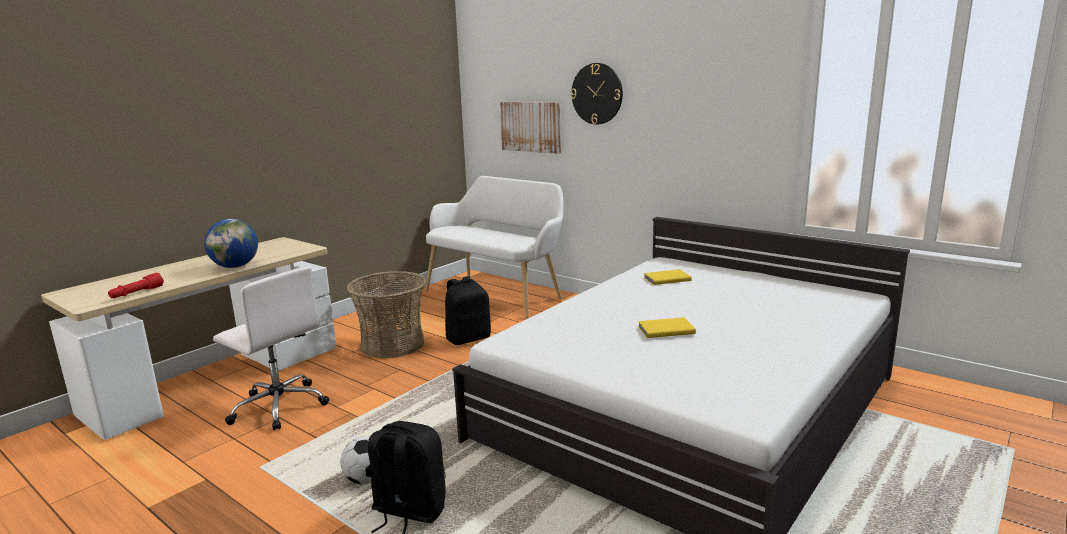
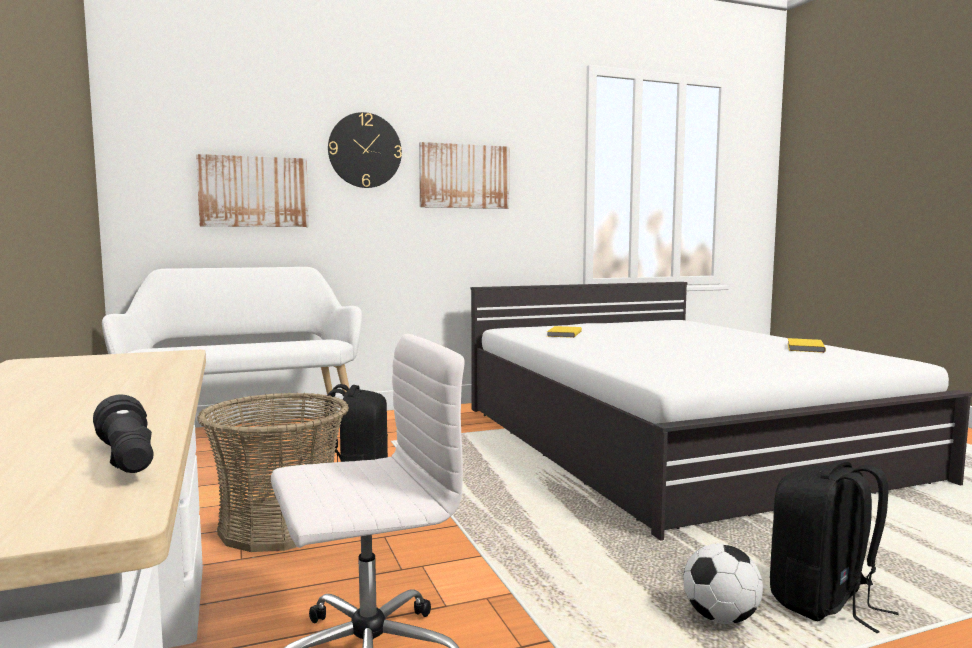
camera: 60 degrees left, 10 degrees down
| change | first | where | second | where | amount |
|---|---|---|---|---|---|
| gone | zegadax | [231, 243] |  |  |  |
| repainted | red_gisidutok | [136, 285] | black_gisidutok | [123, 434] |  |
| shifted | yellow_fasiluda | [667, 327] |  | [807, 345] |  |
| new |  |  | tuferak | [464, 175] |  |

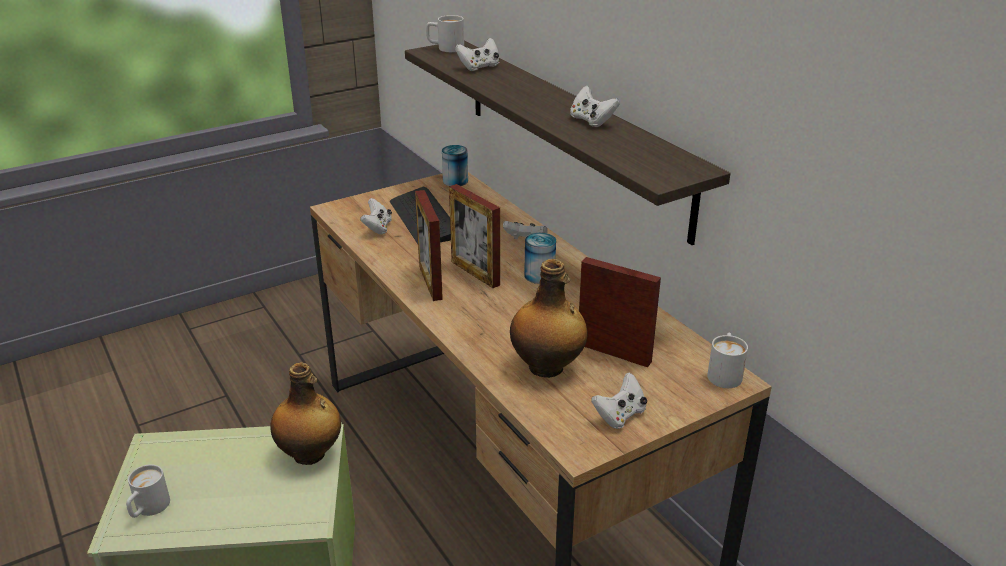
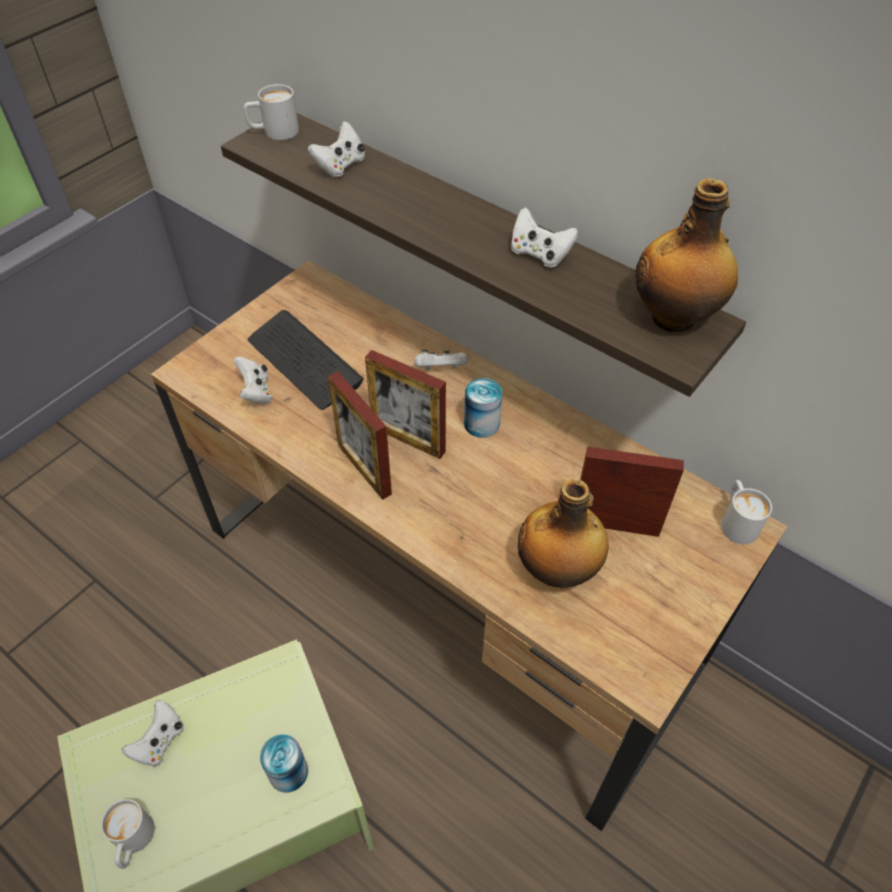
camera: 20 degrees left, 20 degrees up
| change | first | where | second | where | amount |
|---|---|---|---|---|---|
| shifted | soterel | [455, 165] |  | [284, 763] |  |
| shifted | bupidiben | [305, 413] |  | [687, 255] |  |
| shifted | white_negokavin | [619, 401] |  | [153, 733] |  |

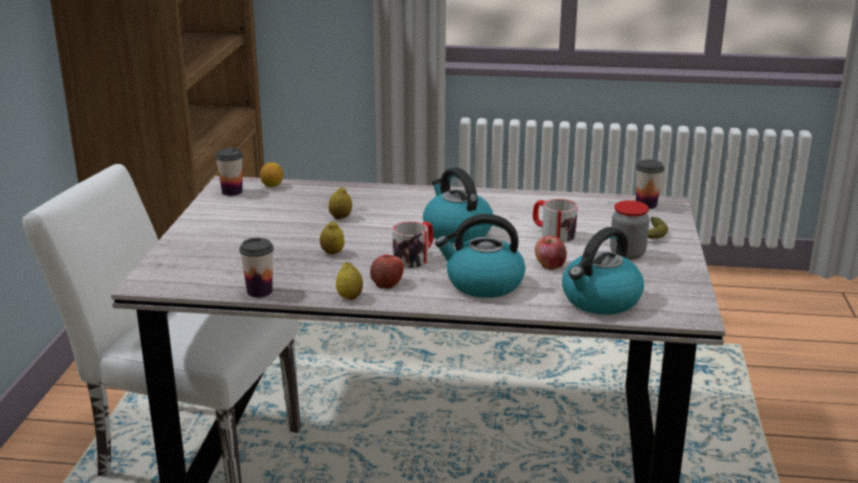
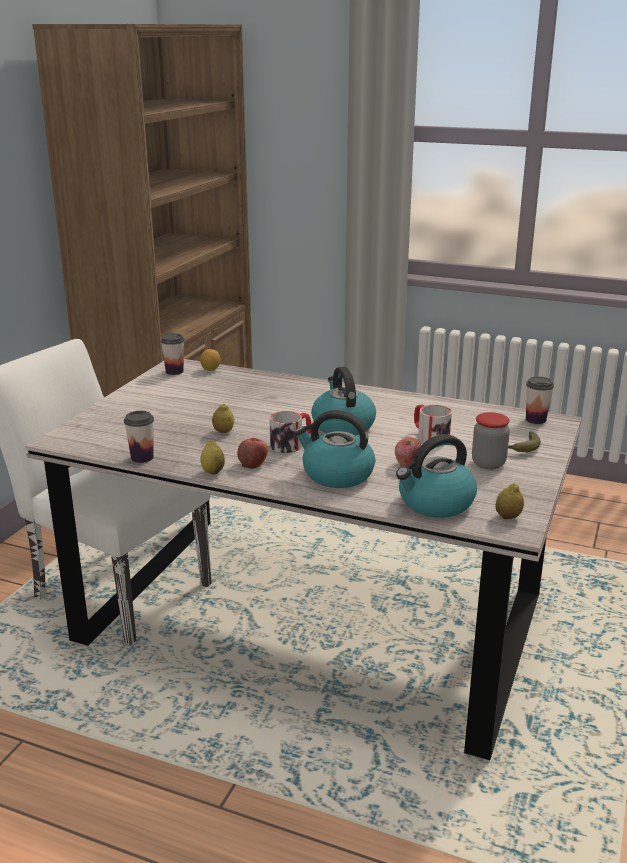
camera: 15 degrees right, 0 degrees up
| change | first | where | second | where | amount |
|---|---|---|---|---|---|
| shifted | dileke | [340, 203] |  | [509, 501] |  |

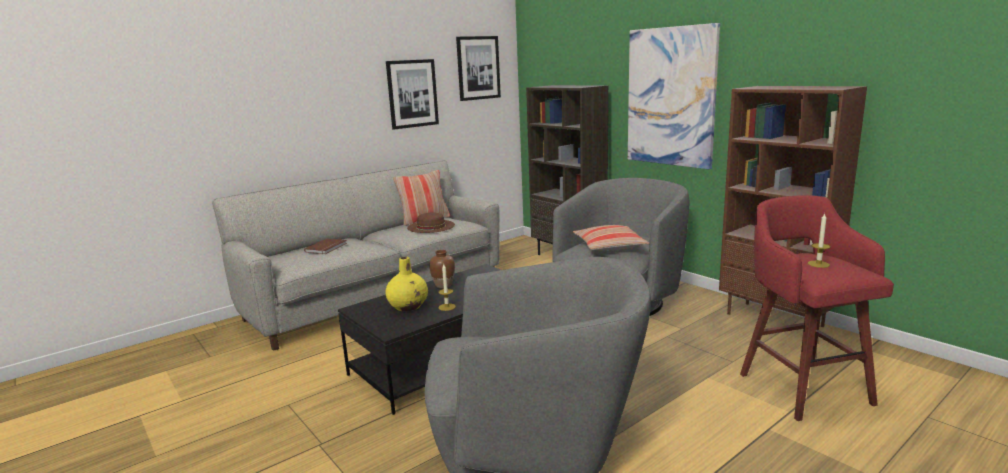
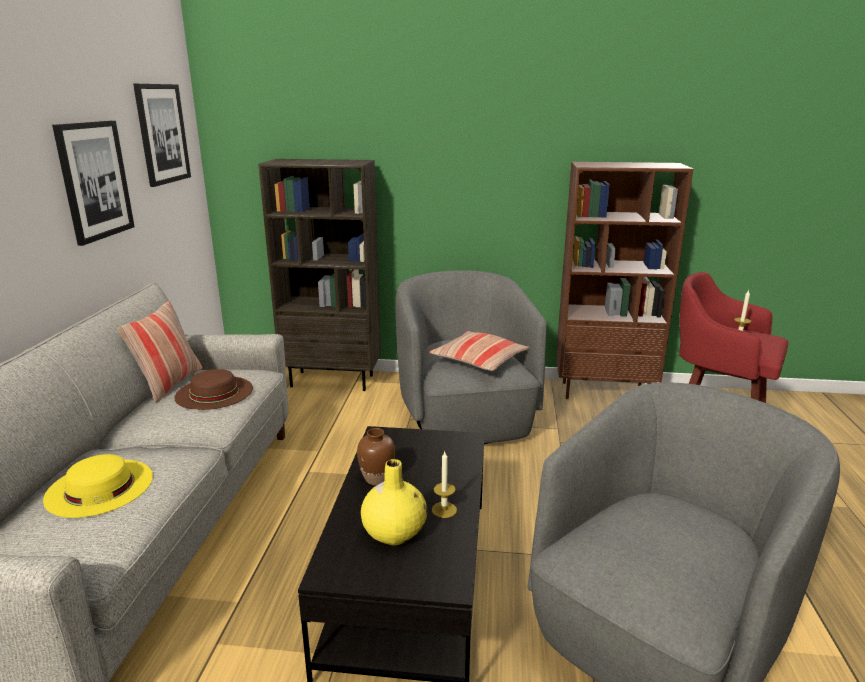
camera: 45 degrees left, 5 degrees up
| change | first | where | second | where | amount |
|---|---|---|---|---|---|
| gone | tuferak | [674, 96] |  |  |  |
| swapped | brown_fasiluda | [325, 246] | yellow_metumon | [98, 486] |  |

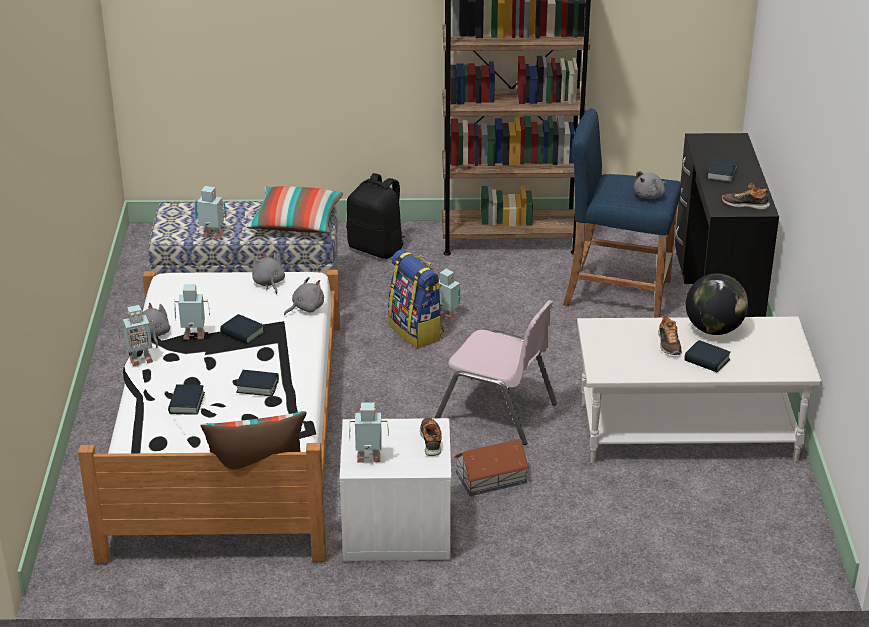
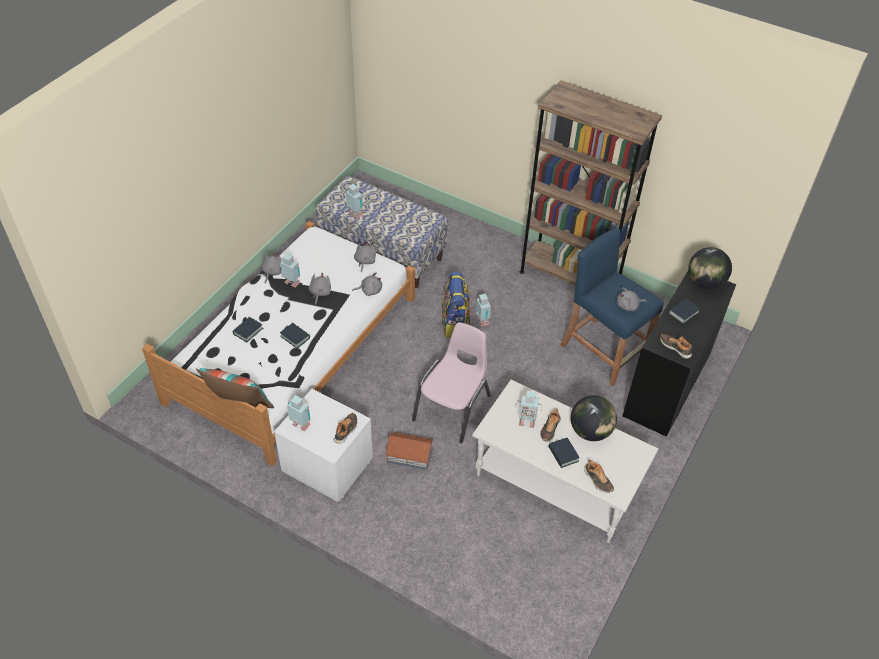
camera: 30 degrees right, 15 degrees up
| change | first | where | second | where | amount |
|---|---|---|---|---|---|
| gone | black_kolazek | [375, 216] |  |  |  |
| gone | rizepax | [295, 209] |  |  |  |
| rotated | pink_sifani | [496, 372] |  | [451, 382] | 120 degrees counterclockwise |
| shifted | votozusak | [136, 335] |  | [528, 409] |  |
| swapped | fasiluda | [242, 329] | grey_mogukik | [320, 289] |  |
| new |  |  | zegadax | [710, 268] |  |
| new |  |  | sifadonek | [599, 476] |  |

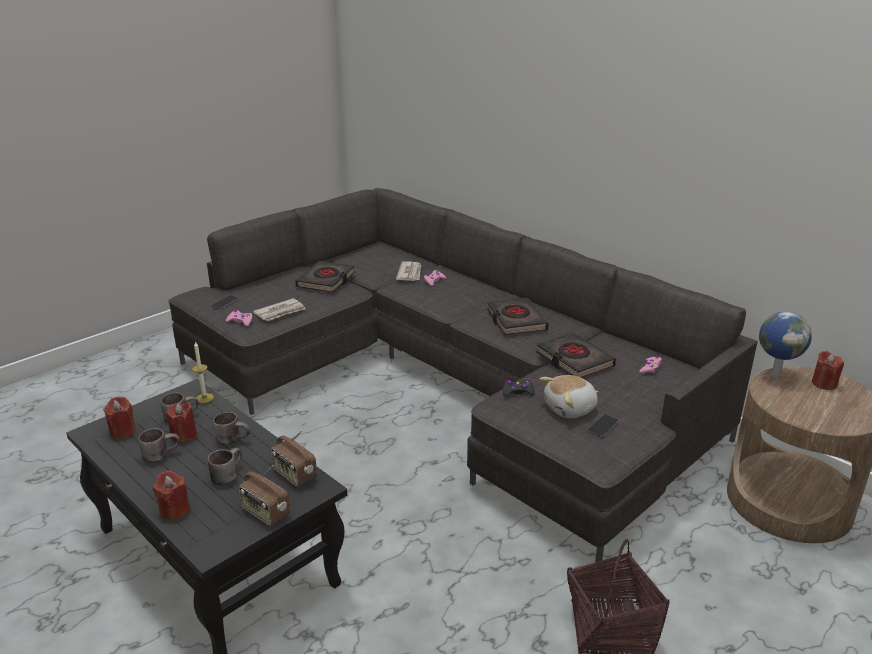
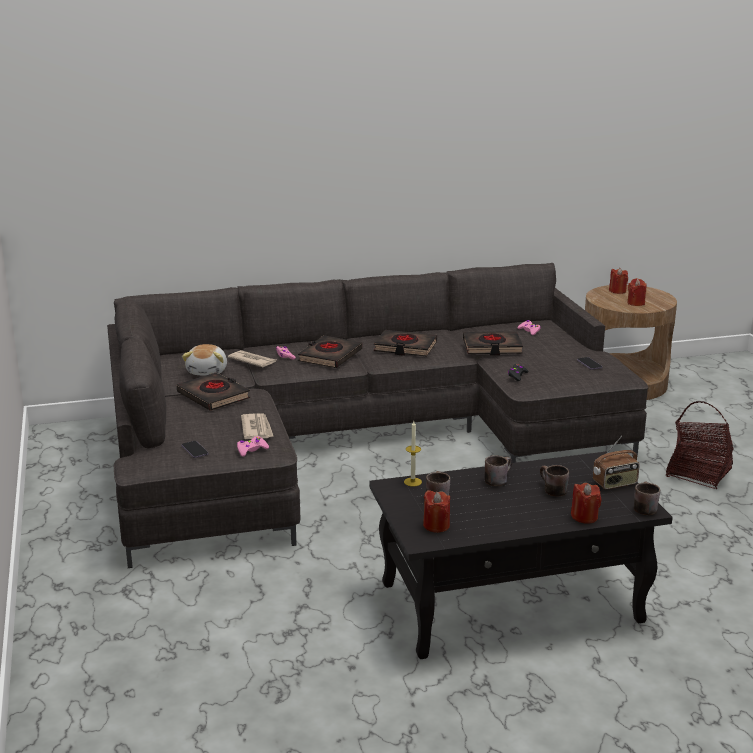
camera: 60 degrees left, 5 degrees down
| change | first | where | second | where | amount |
|---|---|---|---|---|---|
| gone | zegadax | [785, 345] |  |  |  |
| shifted | mogukik | [568, 396] |  | [204, 360] |  |
| shifted | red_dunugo | [181, 422] |  | [637, 292] |  |
| shifted | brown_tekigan | [159, 445] |  | [647, 498] |  |
| gone | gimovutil | [294, 458] |  |  |  |
| new |  |  | black_fasiluda | [330, 351] |  |

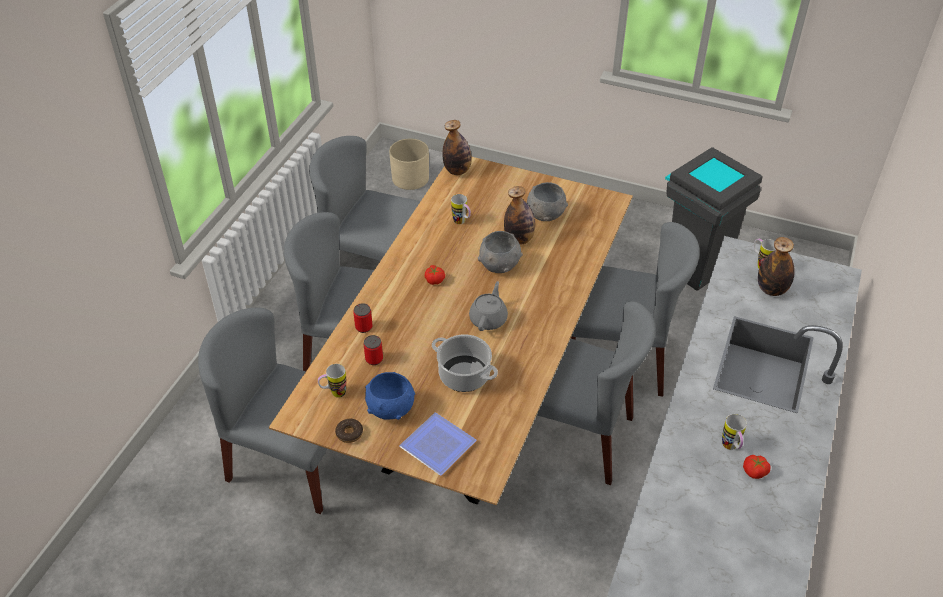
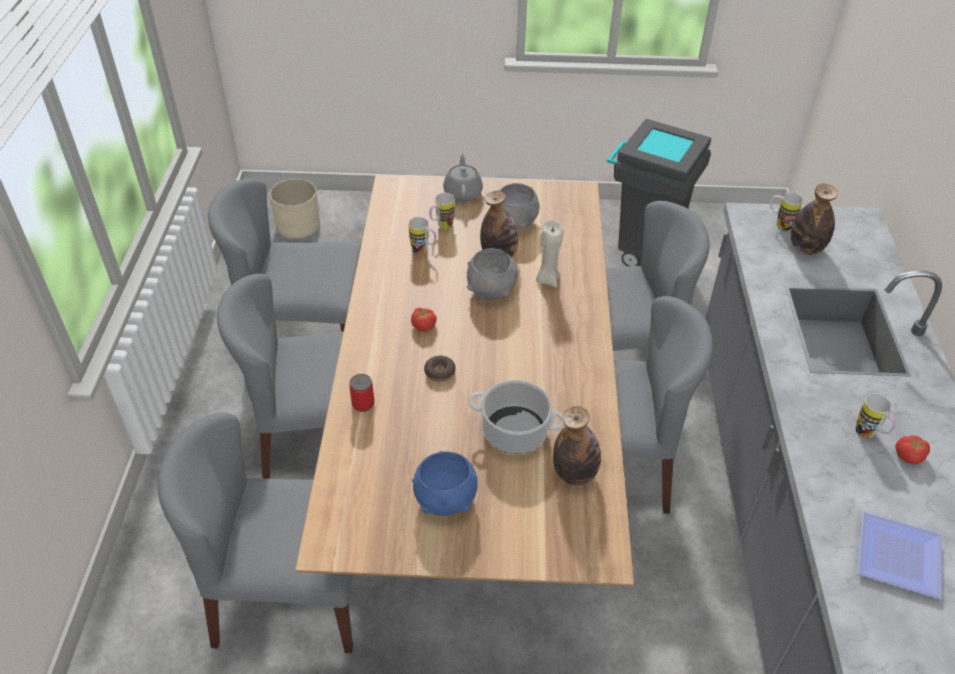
camera: 20 degrees left, 0 degrees up
| change | first | where | second | where | amount |
|---|---|---|---|---|---|
| shifted | bupidiben | [457, 147] |  | [577, 445] |  |
| shifted | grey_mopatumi | [488, 306] |  | [463, 177] |  |
| gone | soterel | [373, 350] |  |  |  |
| shifted | tekigan | [332, 381] |  | [442, 211] |  |
| shifted | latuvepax | [438, 444] |  | [900, 555] |  |
| shifted | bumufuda | [349, 431] |  | [440, 369] |  |
| new |  |  | beige_dunugo | [550, 254] |  |

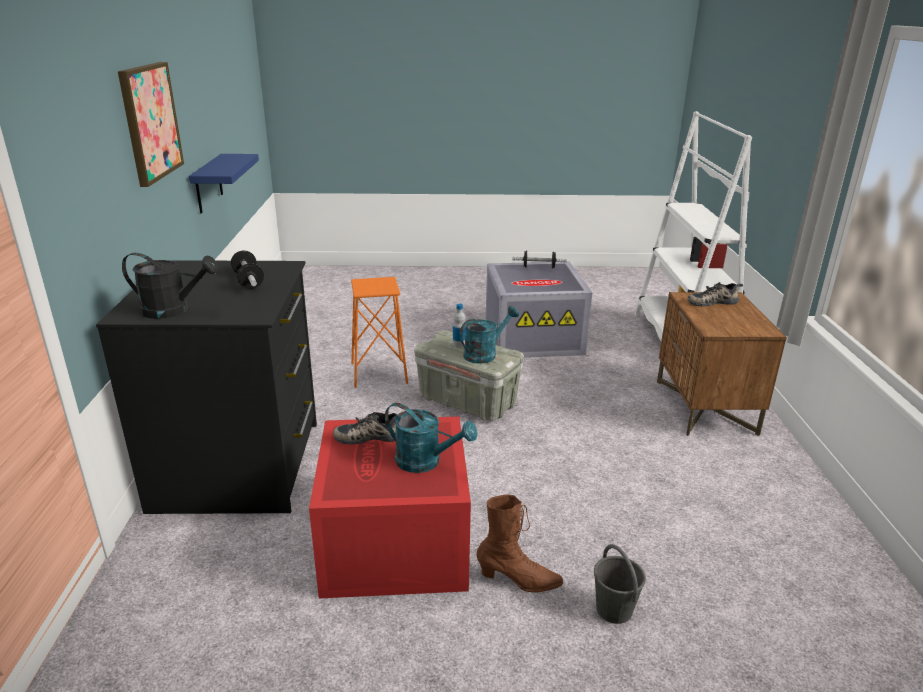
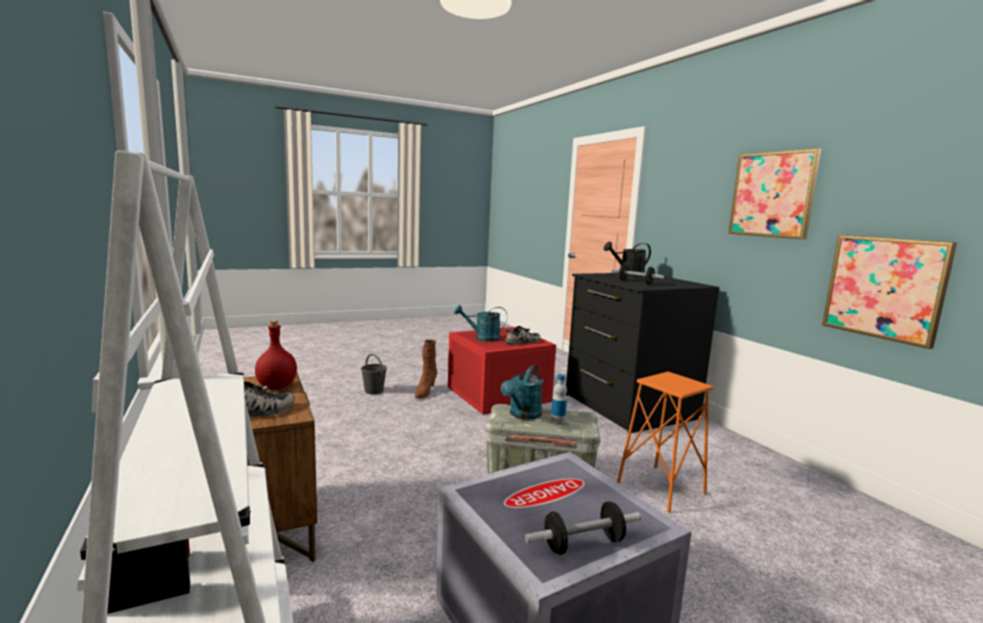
camera: 155 degrees right, 15 degrees down
| change | first | where | second | where | amount |
|---|---|---|---|---|---|
| swapped | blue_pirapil | [224, 183] | tuferak | [889, 292] |  |
| rotated | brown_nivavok | [520, 543] |  | [426, 369] | 60 degrees counterclockwise |
| new |  |  | red_bupidiben | [276, 354] |  |

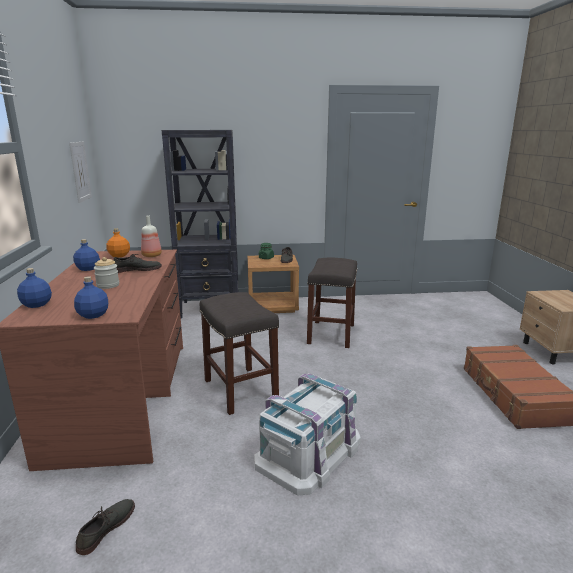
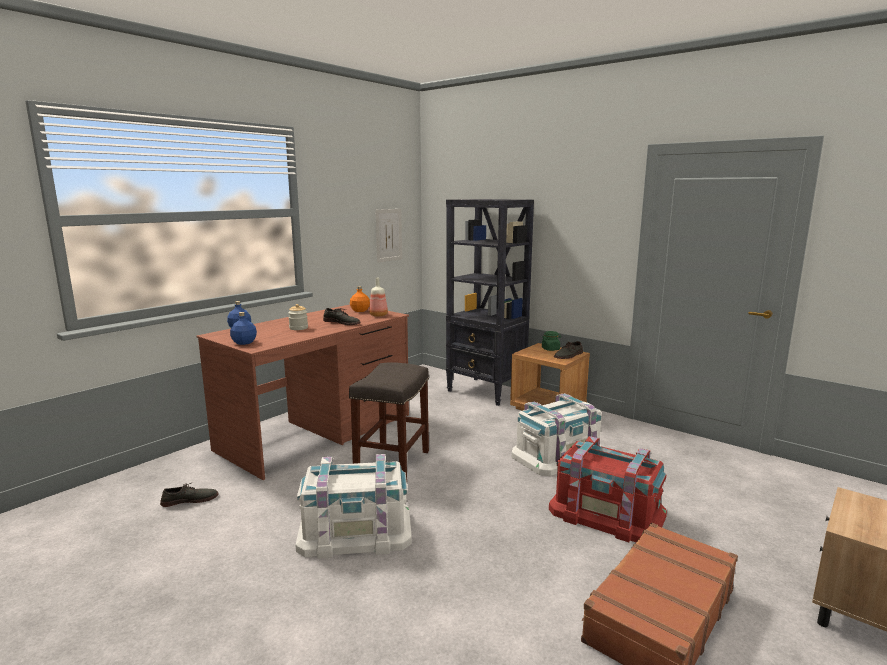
camera: 45 degrees right, 5 degrees down
| change | first | where | second | where | amount |
|---|---|---|---|---|---|
| gone | blue_bupidiben | [86, 255] |  |  |  |
| swapped | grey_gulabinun | [332, 302] | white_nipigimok | [556, 434] |  |
| new |  |  | red_nipigimok | [608, 489] |  |

